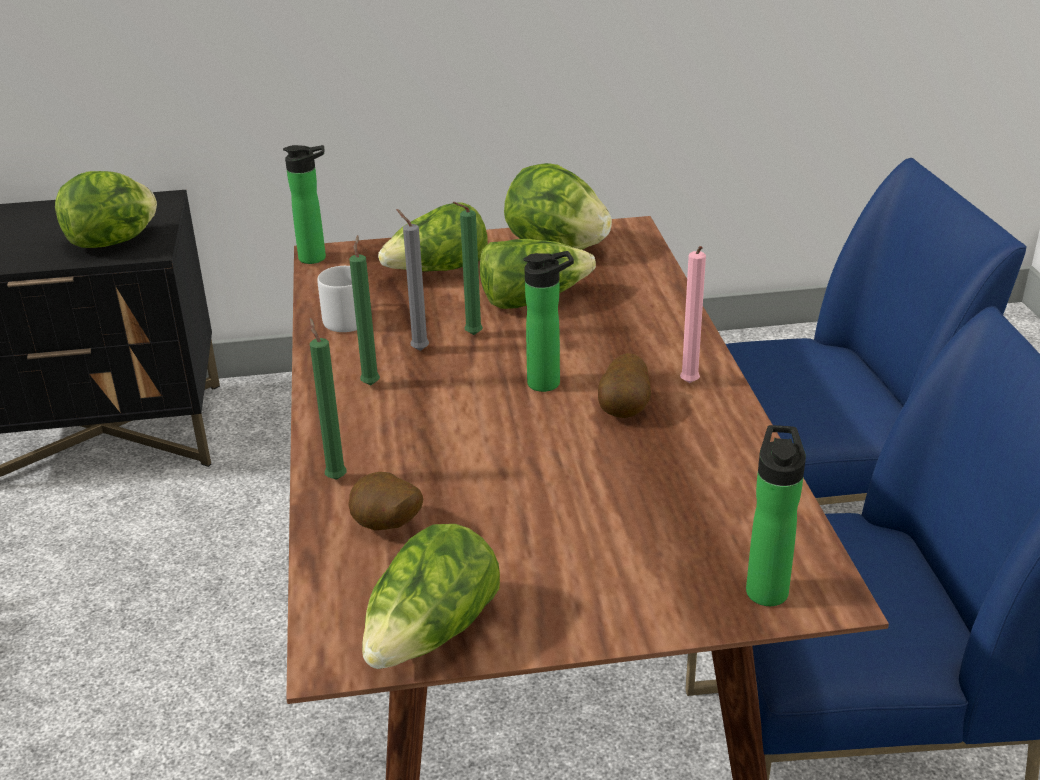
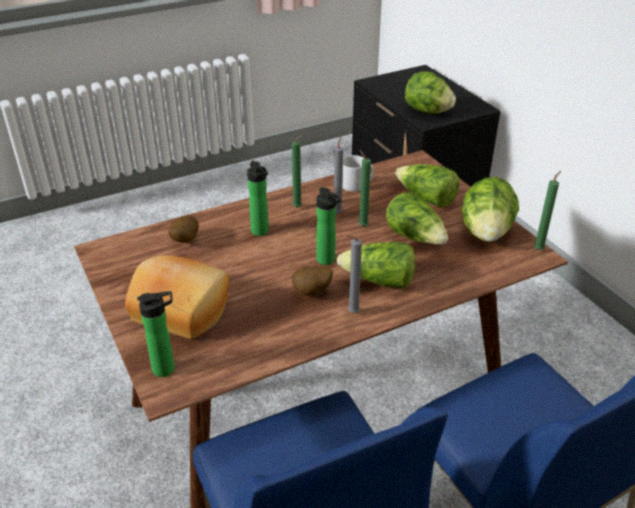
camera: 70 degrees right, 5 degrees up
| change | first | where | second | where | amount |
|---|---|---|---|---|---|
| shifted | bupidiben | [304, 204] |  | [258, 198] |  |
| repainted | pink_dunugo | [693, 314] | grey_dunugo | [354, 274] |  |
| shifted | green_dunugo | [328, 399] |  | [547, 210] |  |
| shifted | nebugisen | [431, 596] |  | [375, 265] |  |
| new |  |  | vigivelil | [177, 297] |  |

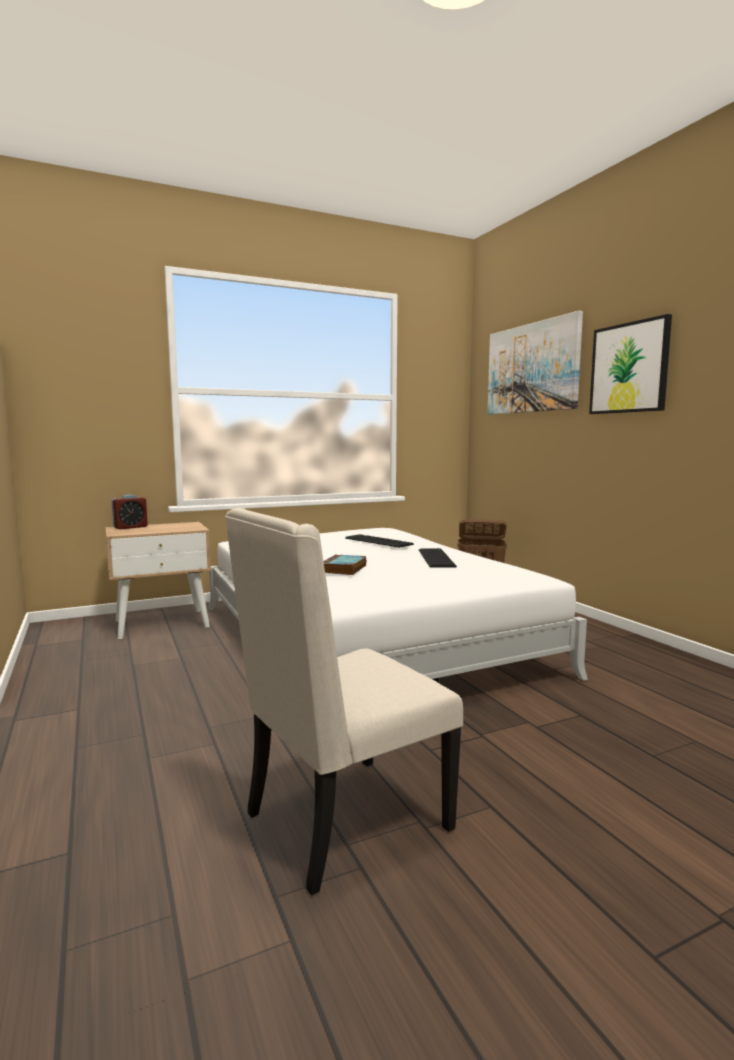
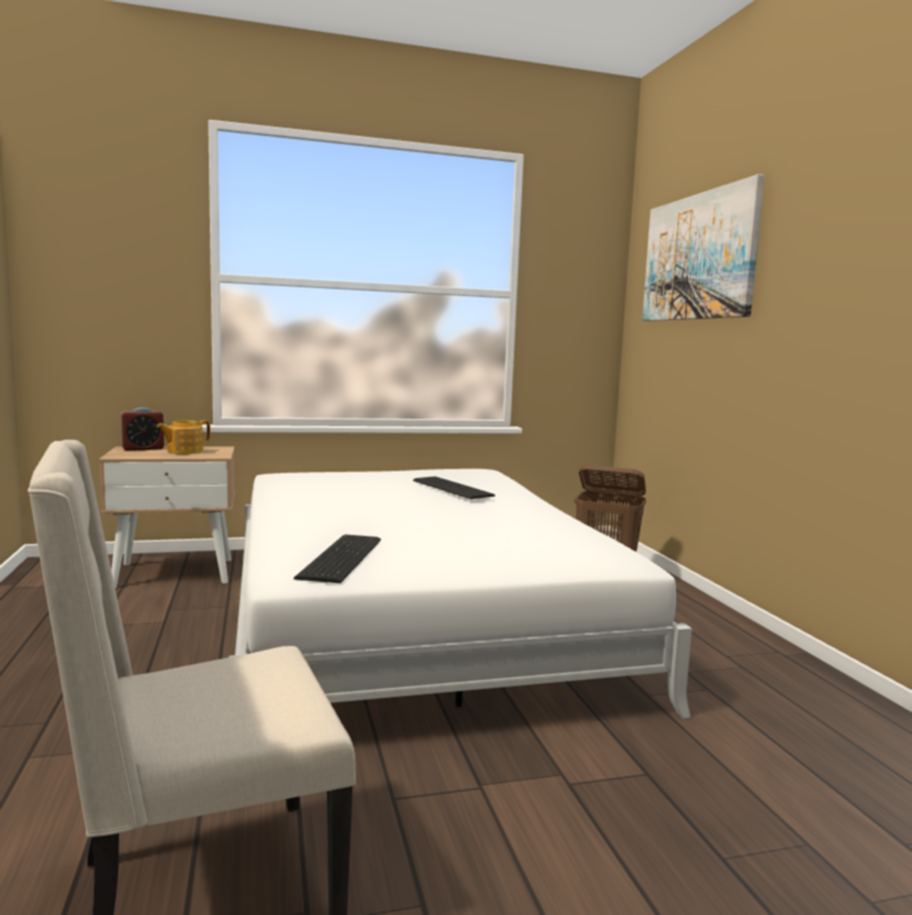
camera: 10 degrees right, 0 degrees up
| change | first | where | second | where | amount |
|---|---|---|---|---|---|
| gone | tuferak | [630, 364] |  |  |  |
| shifted | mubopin | [438, 558] |  | [337, 559] |  |
| gone | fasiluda | [345, 564] |  |  |  |
| new |  |  | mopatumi | [183, 437] |  |

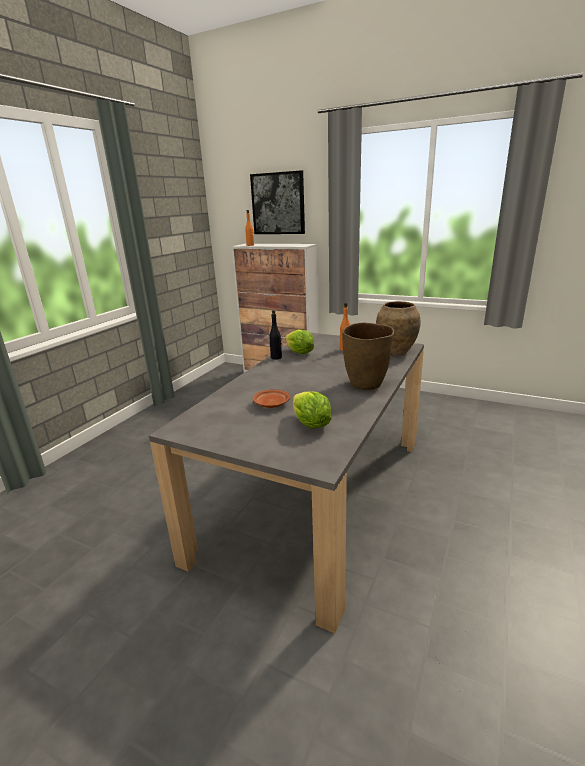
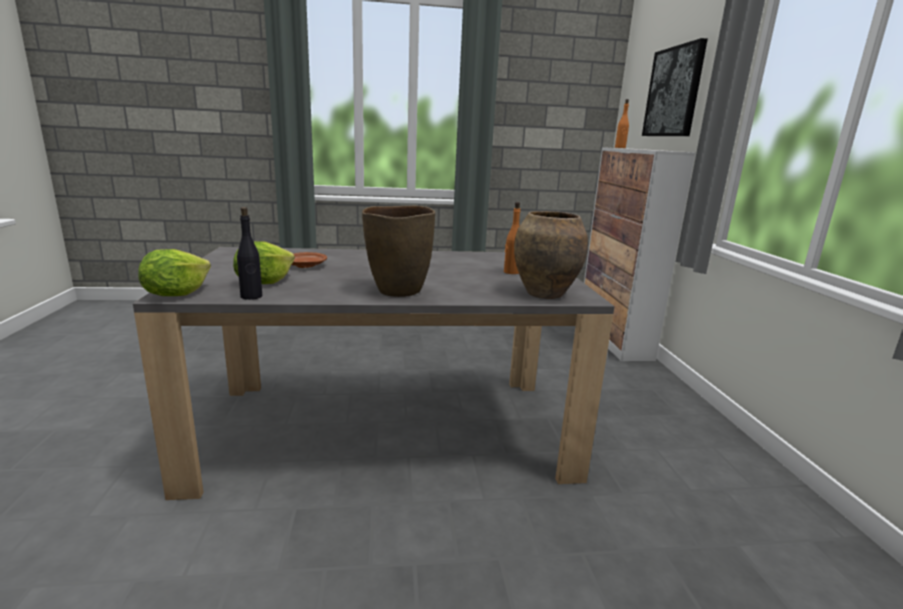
camera: 55 degrees right, 5 degrees down
| change | first | where | second | where | amount |
|---|---|---|---|---|---|
| shifted | black_bupidiben | [275, 335] |  | [249, 253] |  |
| shifted | nebugisen | [300, 341] |  | [174, 272] |  |

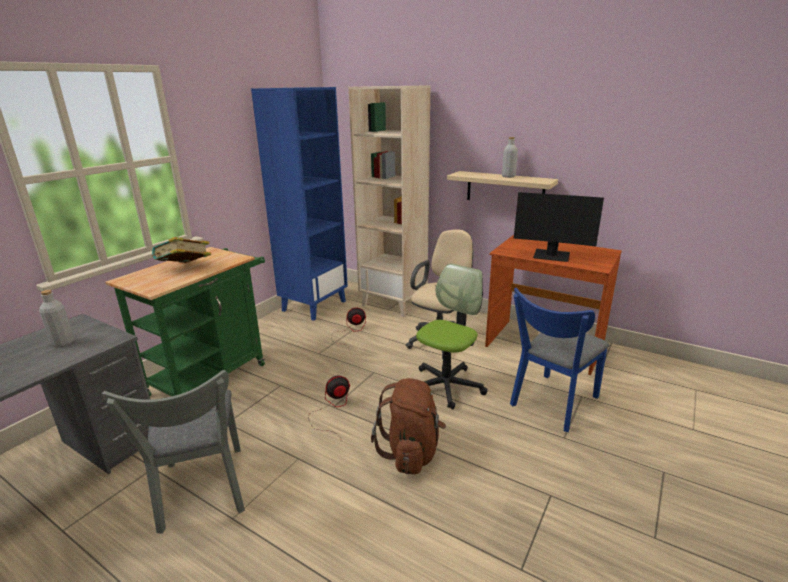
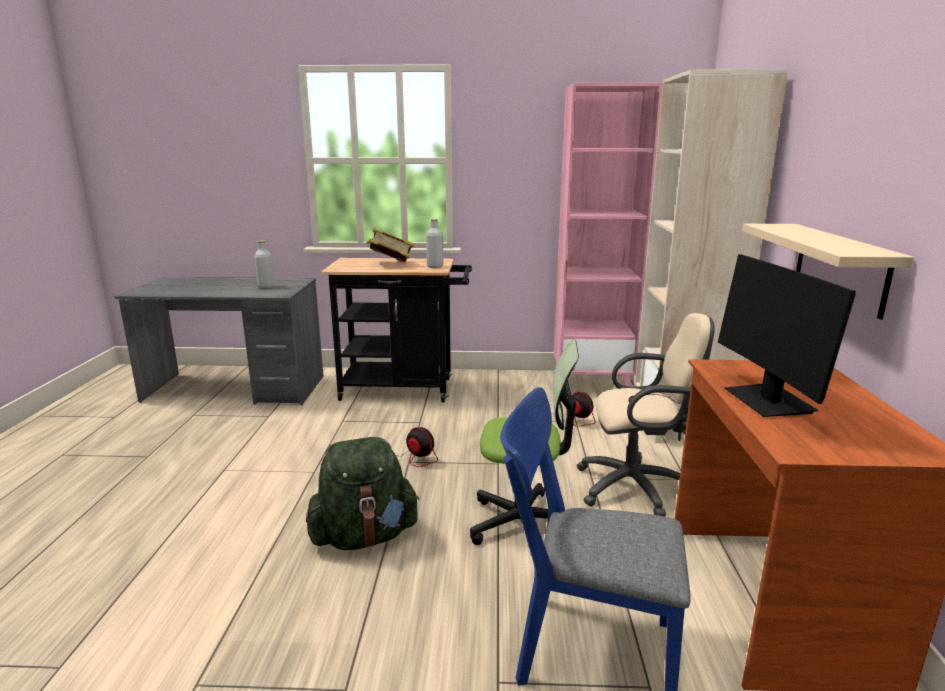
camera: 60 degrees right, 5 degrees down
| change | first | where | second | where | amount |
|---|---|---|---|---|---|
| repainted | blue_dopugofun | [299, 204] | pink_dopugofun | [608, 234] |  |
| shifted | grey_bupidiben | [510, 157] |  | [434, 243] |  |
| repainted | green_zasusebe | [185, 321] | black_zasusebe | [396, 330] |  |
| gone | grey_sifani | [173, 452] |  |  |  |
| repainted | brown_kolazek | [408, 426] | green_kolazek | [363, 493] |  |

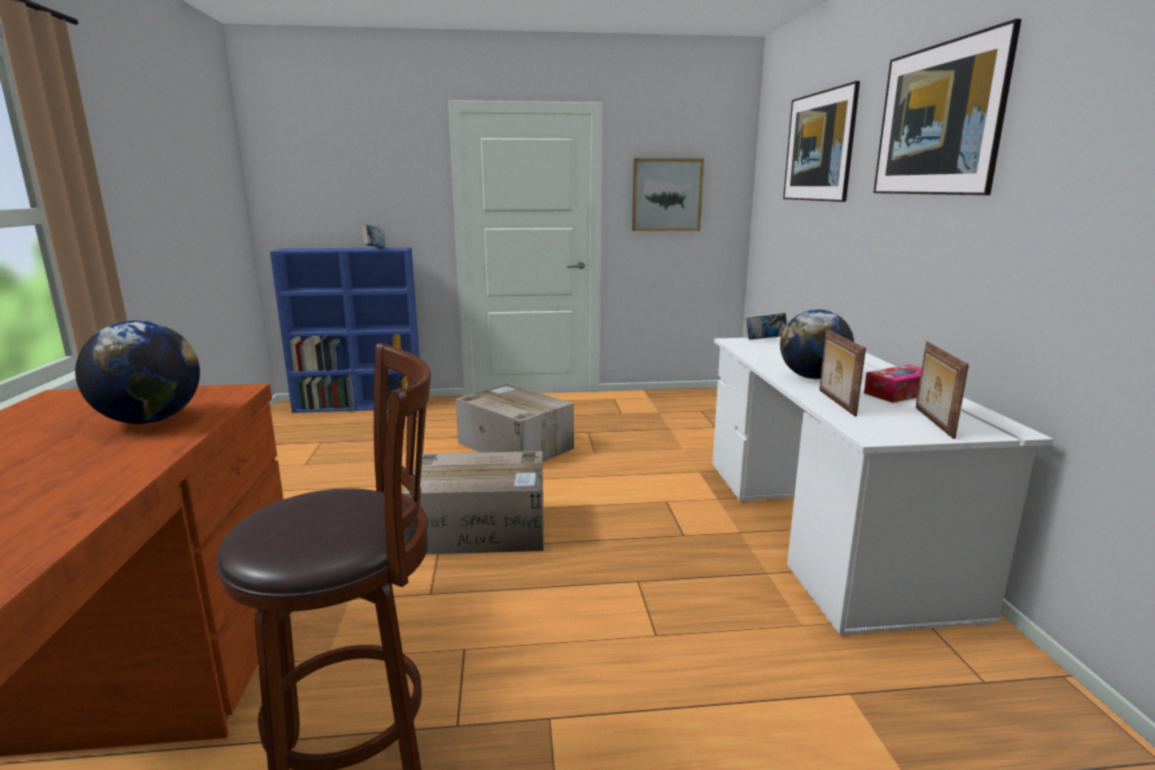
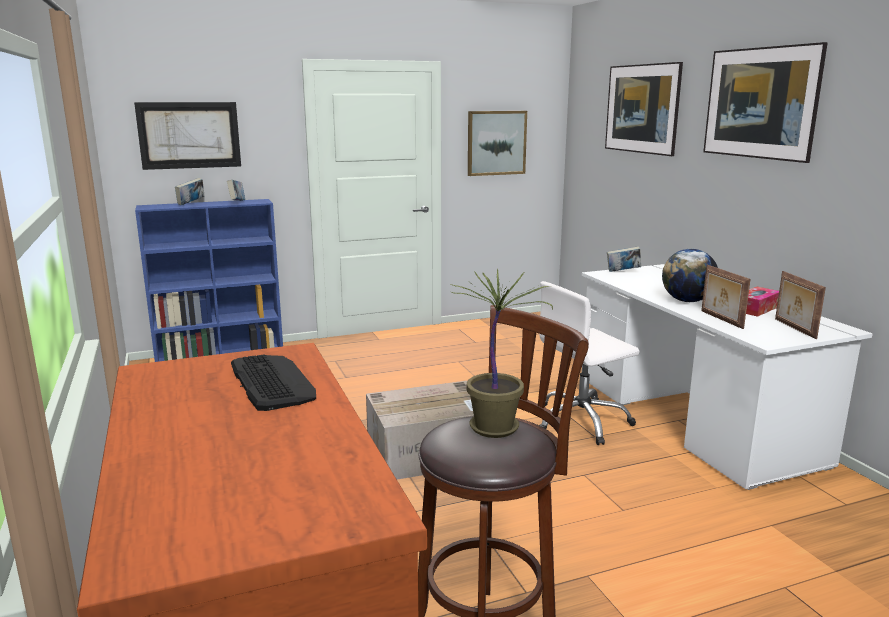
camera: 15 degrees left, 0 degrees up
| change | first | where | second | where | amount |
|---|---|---|---|---|---|
| swapped | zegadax | [137, 372] | mubopin | [273, 382] |  |
| gone | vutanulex | [515, 422] |  |  |  |
| new |  |  | tuferak | [187, 136] |  |
| new |  |  | fasiluda | [189, 191] |  |
| new |  |  | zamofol | [502, 353] |  |
| new |  |  | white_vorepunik | [589, 363] |  |

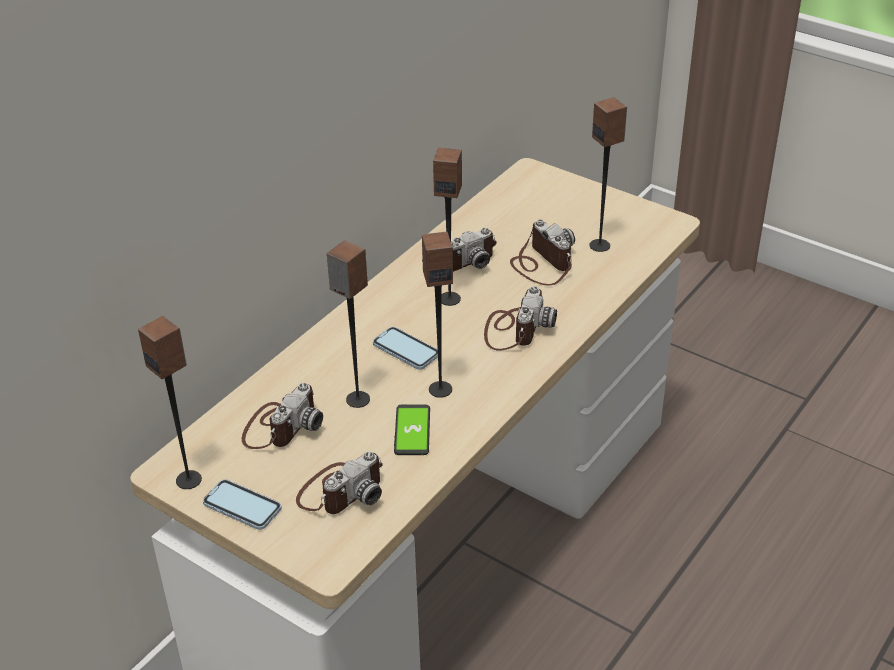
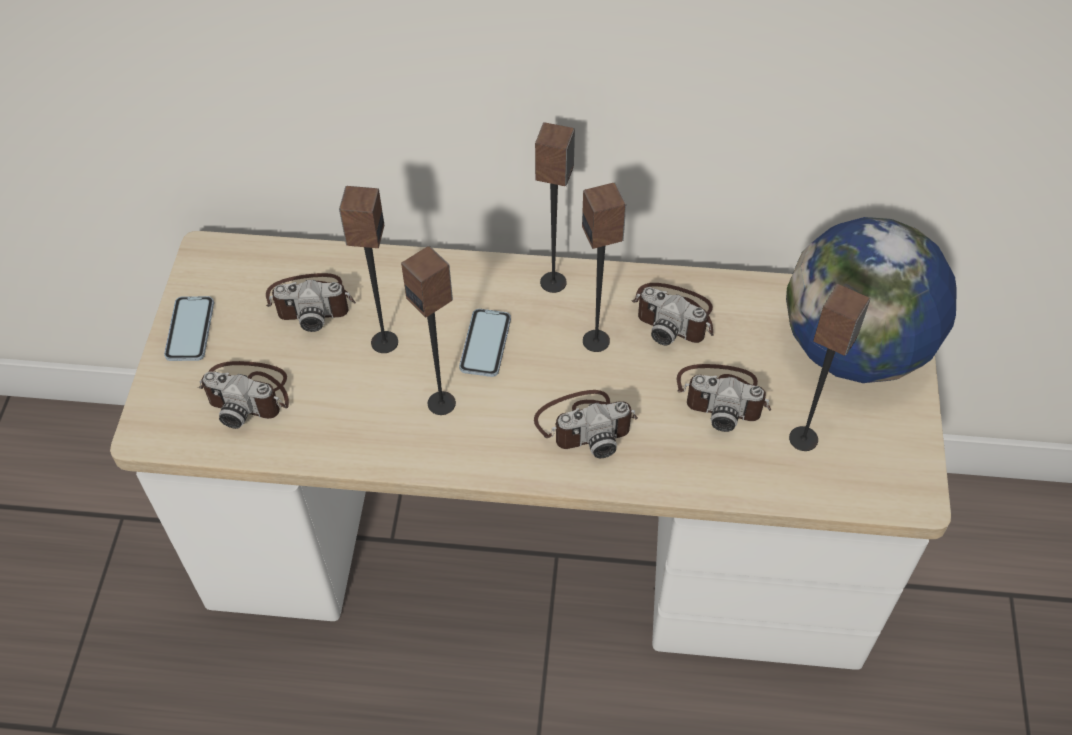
camera: 60 degrees right, 15 degrees up
| change | first | where | second | where | amount |
|---|---|---|---|---|---|
| rotated | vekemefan | [542, 252] |  | [724, 398] | 75 degrees clockwise |
| shifted | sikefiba | [170, 402] |  | [555, 207] |  |
| gone | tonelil | [412, 430] |  |  |  |
| new |  |  | zegadax | [871, 300] |  |

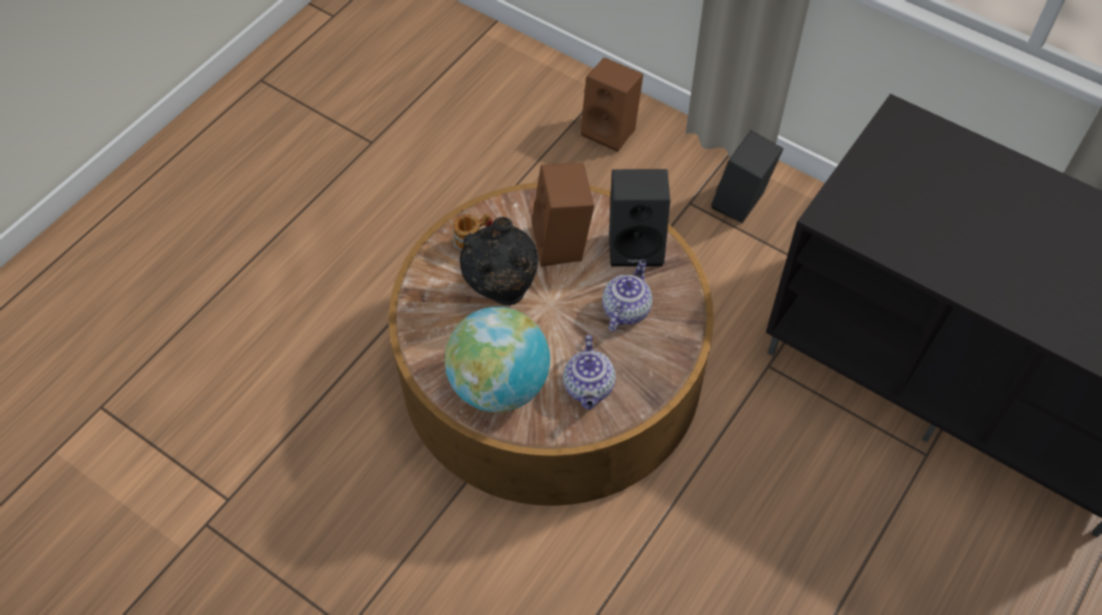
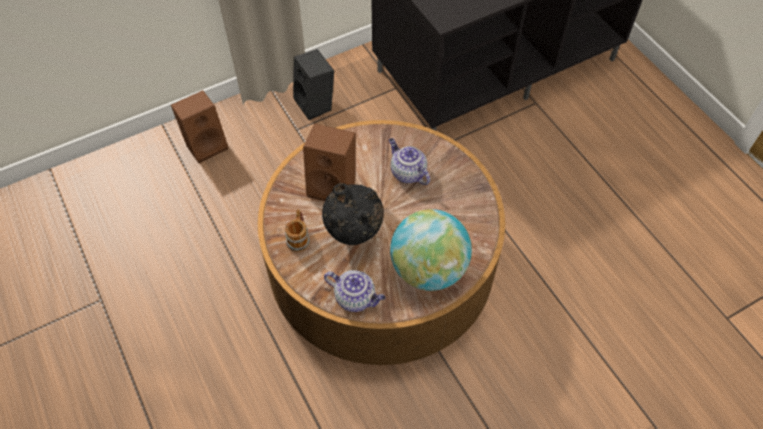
camera: 65 degrees left, 0 degrees up
| change | first | where | second | where | amount |
|---|---|---|---|---|---|
| gone | black_sikefiba | [639, 218] |  |  |  |
| shifted | mopatumi | [589, 372] |  | [355, 291] |  |

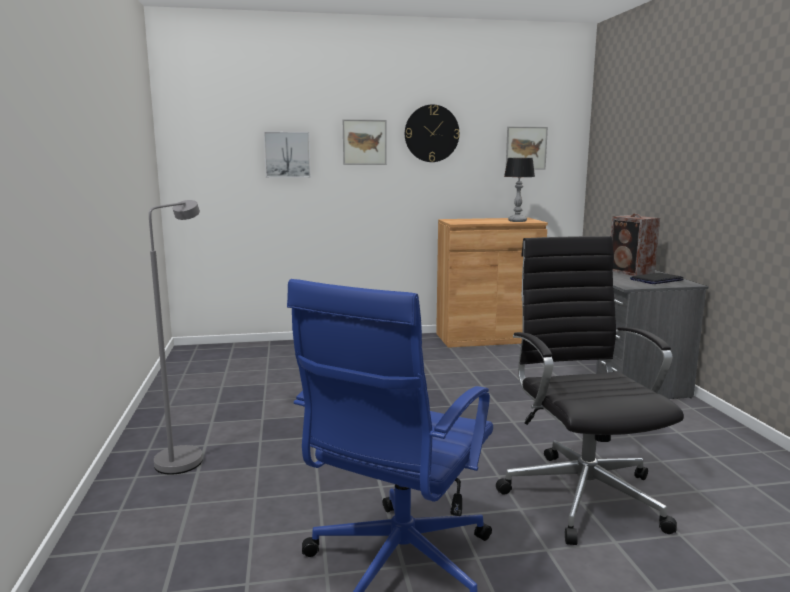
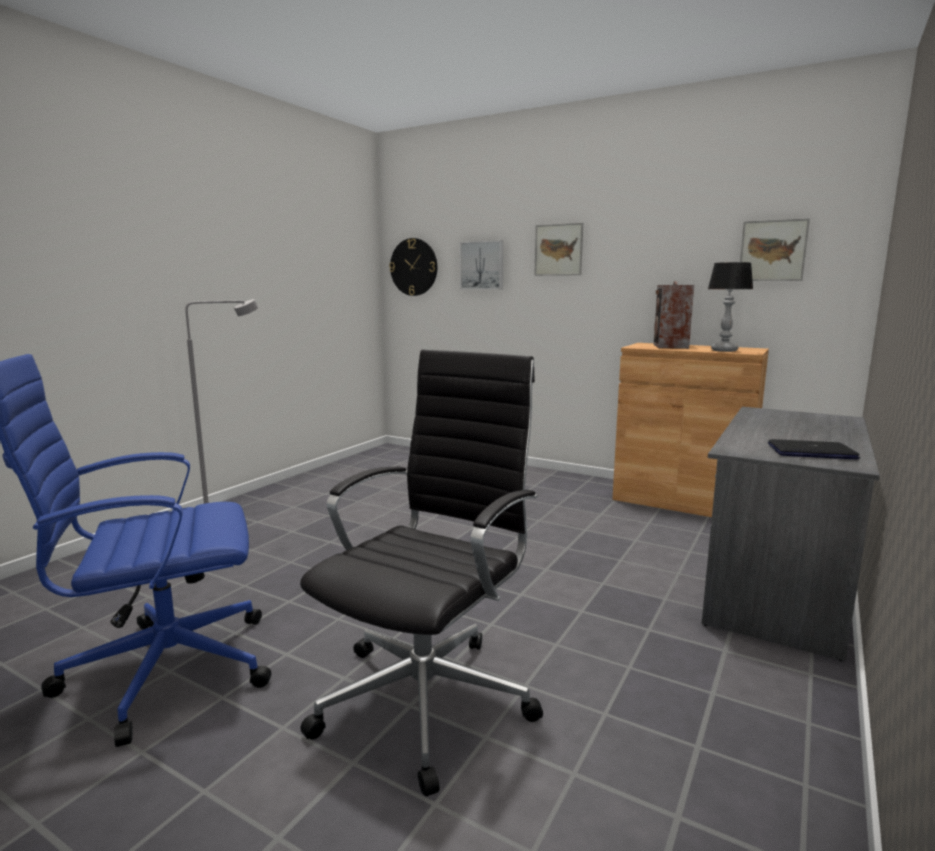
camera: 40 degrees right, 0 degrees up
| change | first | where | second | where | amount |
|---|---|---|---|---|---|
| shifted | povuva | [432, 133] |  | [413, 267] |  |
| shifted | sikefiba | [635, 245] |  | [674, 315] |  |

